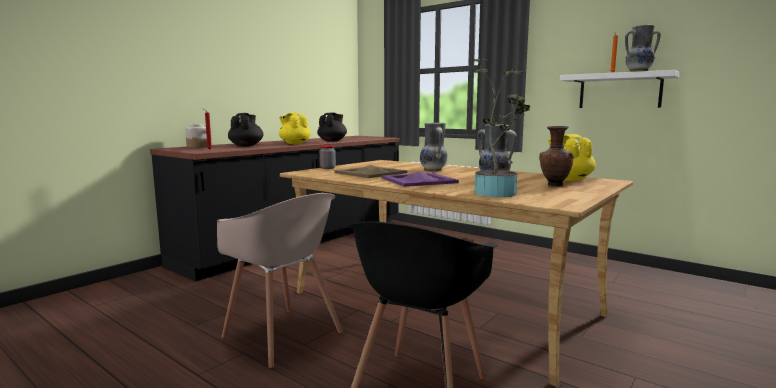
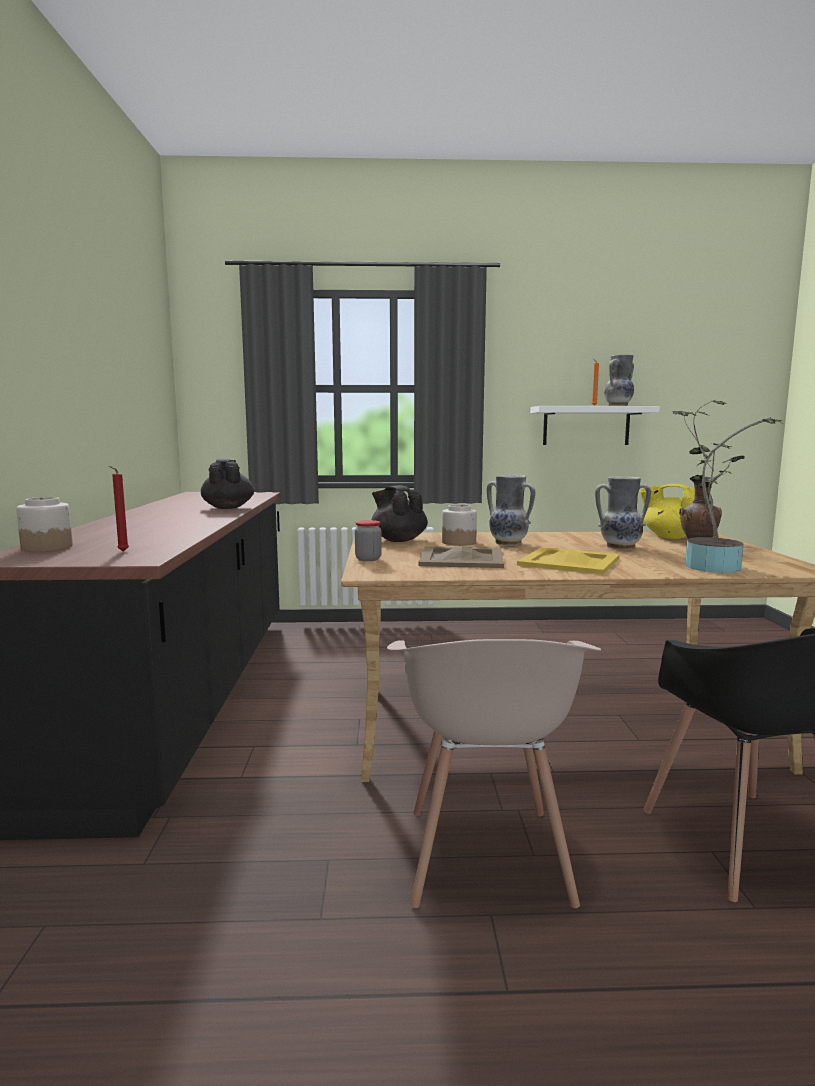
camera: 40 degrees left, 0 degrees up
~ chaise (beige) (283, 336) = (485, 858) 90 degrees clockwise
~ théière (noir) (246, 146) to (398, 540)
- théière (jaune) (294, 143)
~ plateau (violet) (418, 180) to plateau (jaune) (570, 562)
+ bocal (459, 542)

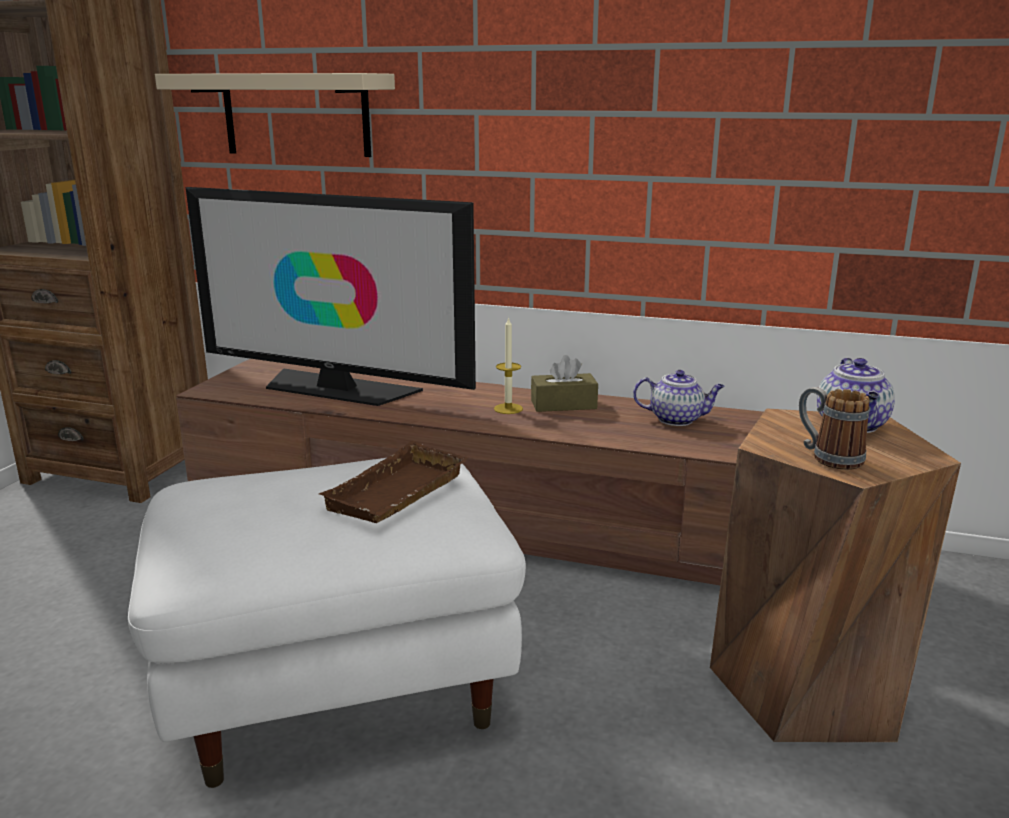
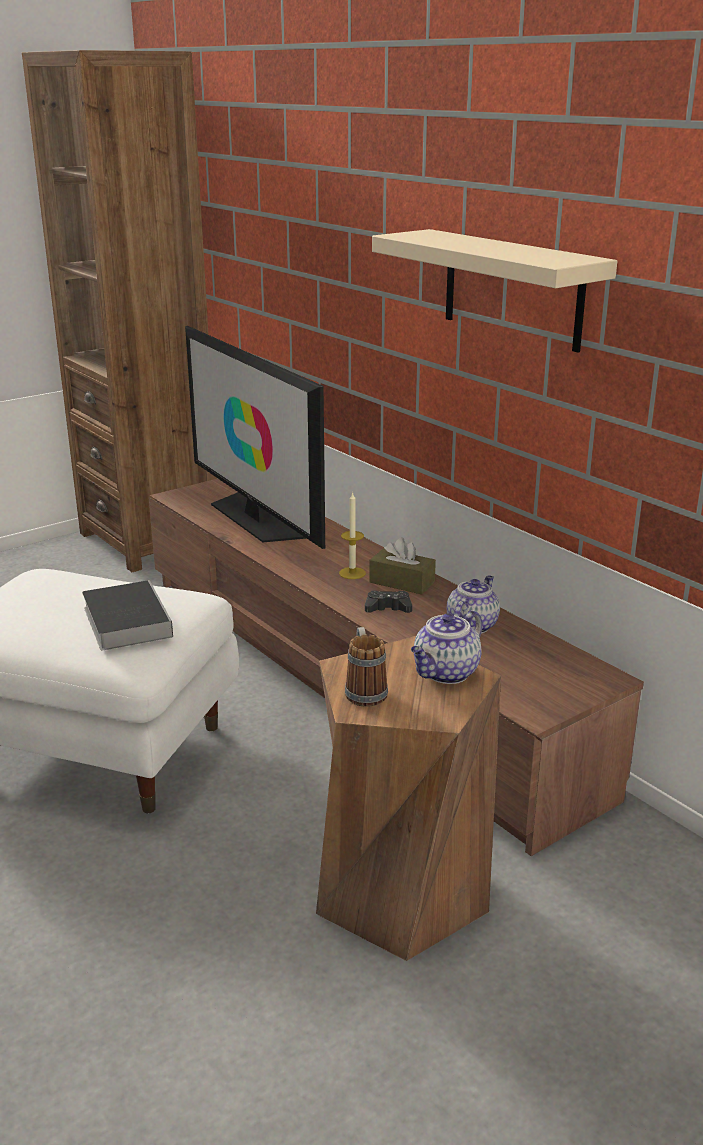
camera: 35 degrees right, 5 degrees up
~ étagère (beige) (296, 115) to (512, 289)
~ plateau (marron) (399, 495) to livre (125, 620)
~ théière (677, 419) = (472, 625) 105 degrees counterclockwise
+ manette (noir) (388, 608)

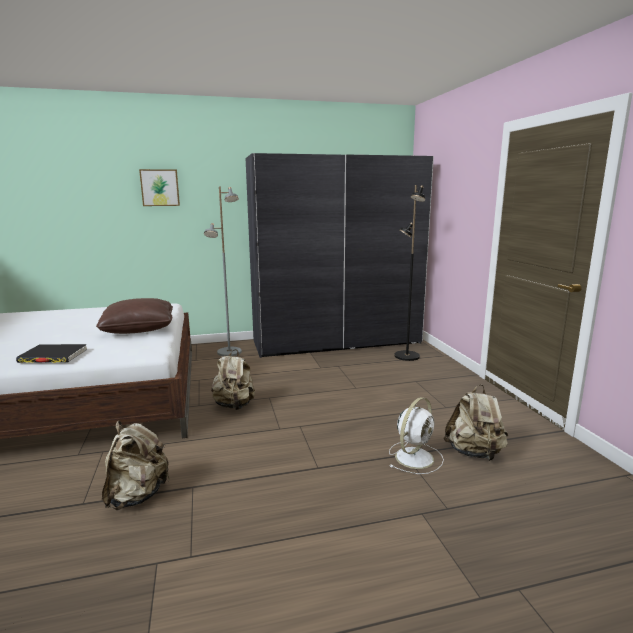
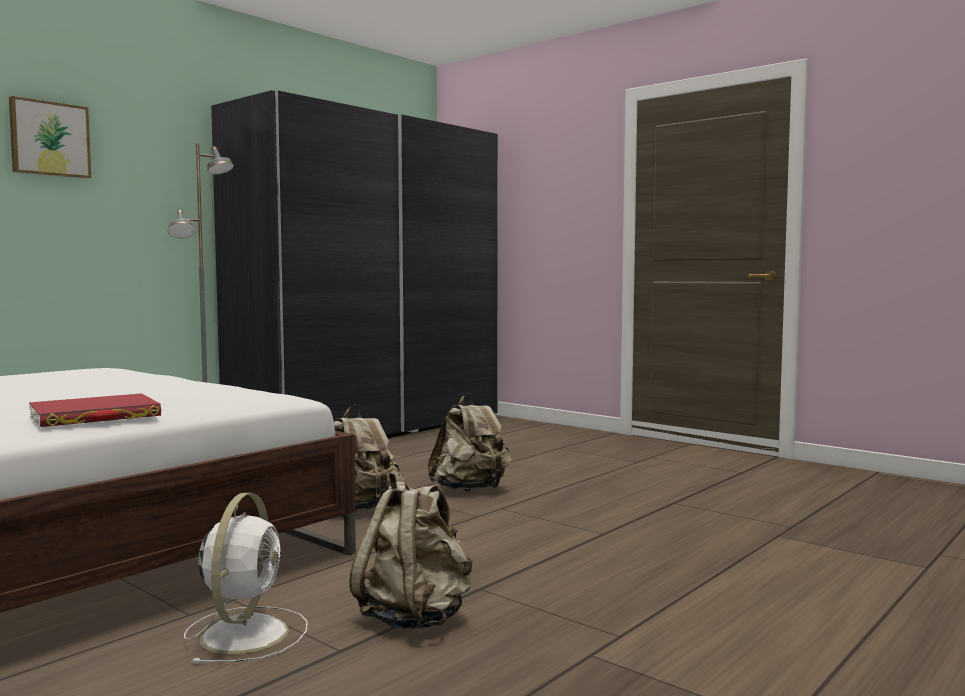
camera: 35 degrees left, 10 degrees down
~ livre (noir) (53, 356) to livre (rouge) (95, 417)
- coussin (marron) (139, 329)
~ ventilateur (blanc) (415, 457) to (246, 633)
- lampadaire (noir) (406, 356)
~ sac à dos (beige) (474, 453) to (470, 489)

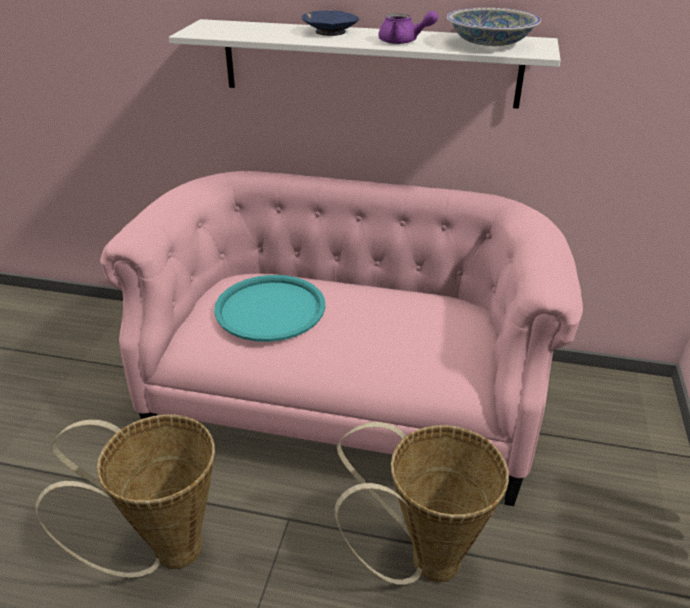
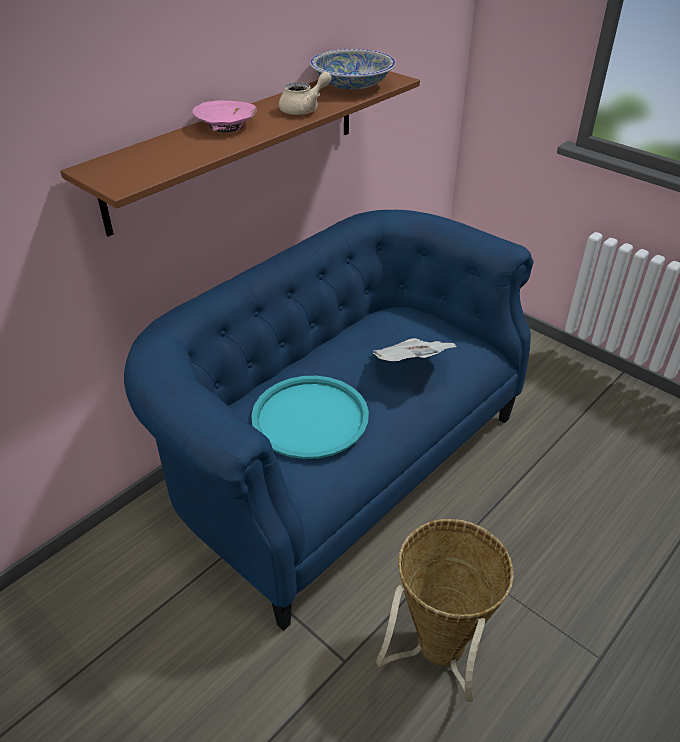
camera: 60 degrees left, 5 degrees up
~ canapé (rose) (344, 402) to canapé (bleu) (341, 461)
~ étagère (blanc) (369, 63) to étagère (marron) (238, 144)
~ bol (bleu) (330, 32) to bol (rose) (226, 126)
- panier (423, 561)
~ théière (violet) (403, 42) to théière (beige) (304, 109)
+ journal (411, 366)

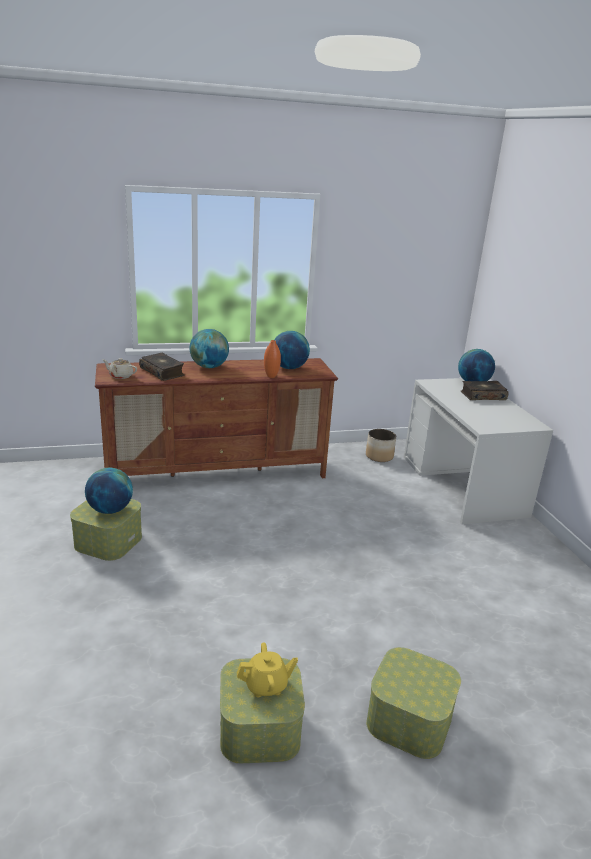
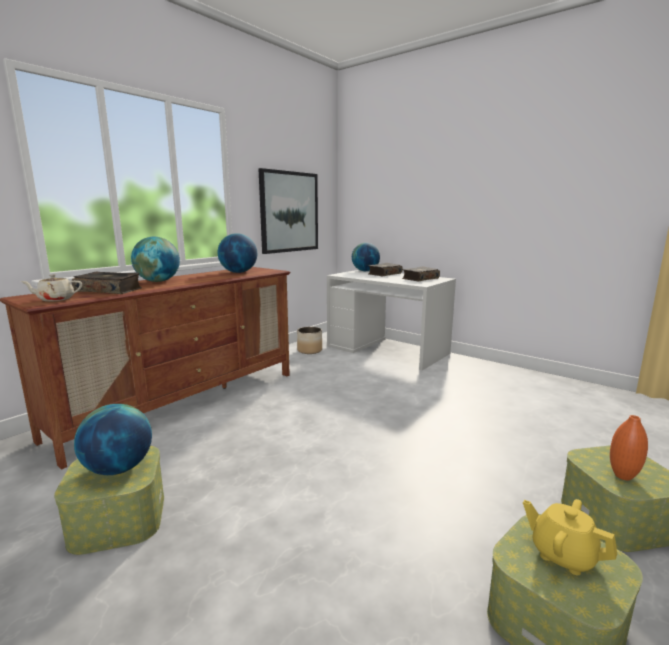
camera: 35 degrees left, 10 degrees down
~ théière (jaune) (266, 685) = (562, 555) 90 degrees counterclockwise
~ vase (orange) (271, 376) to (623, 476)
+ tableau (289, 212)
+ livre (420, 279)

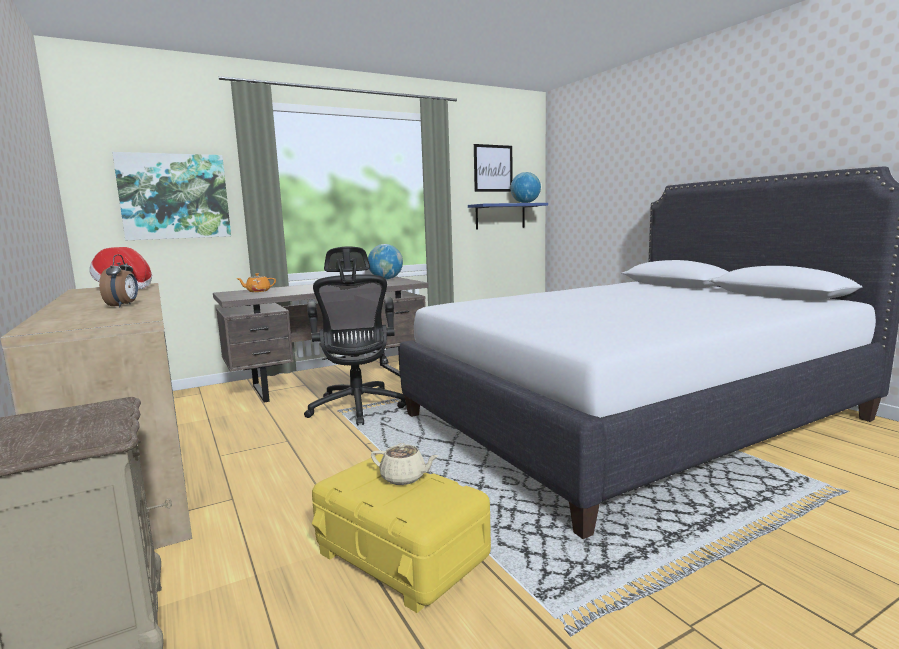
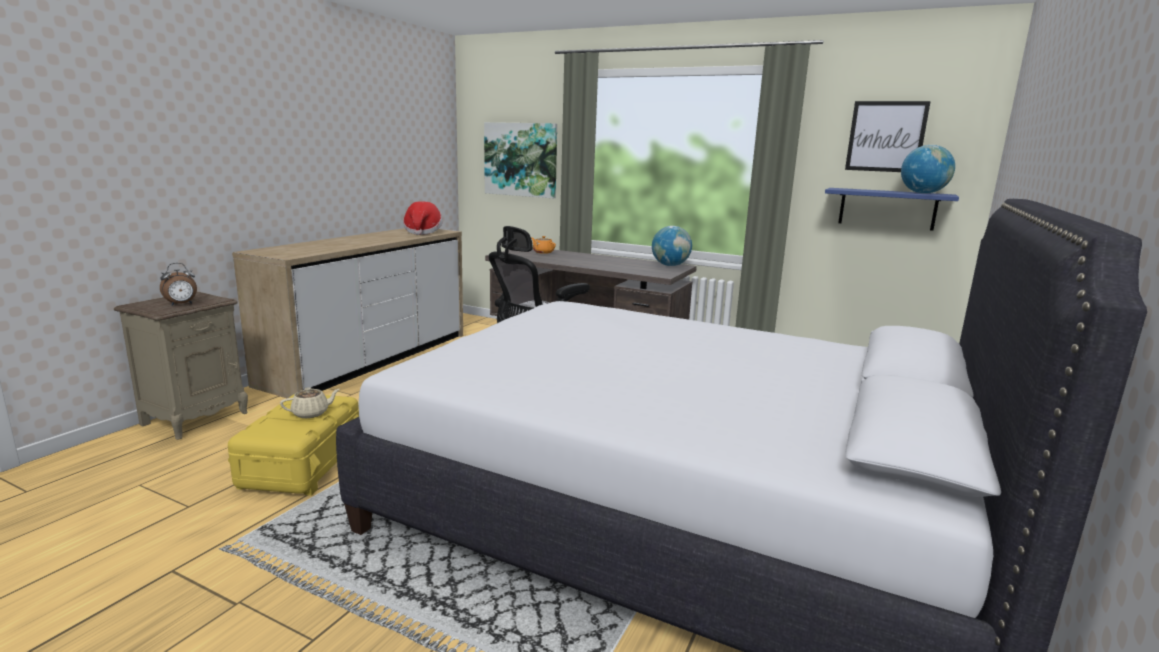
camera: 55 degrees right, 5 degrees up
~ réveil (123, 305) to (181, 304)
~ théière (beige) (404, 478) = (311, 413) 105 degrees counterclockwise

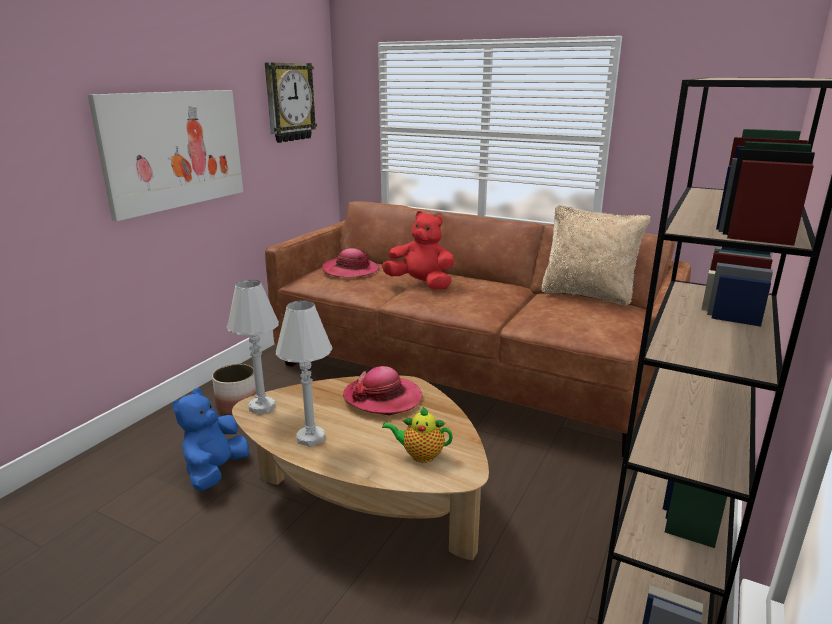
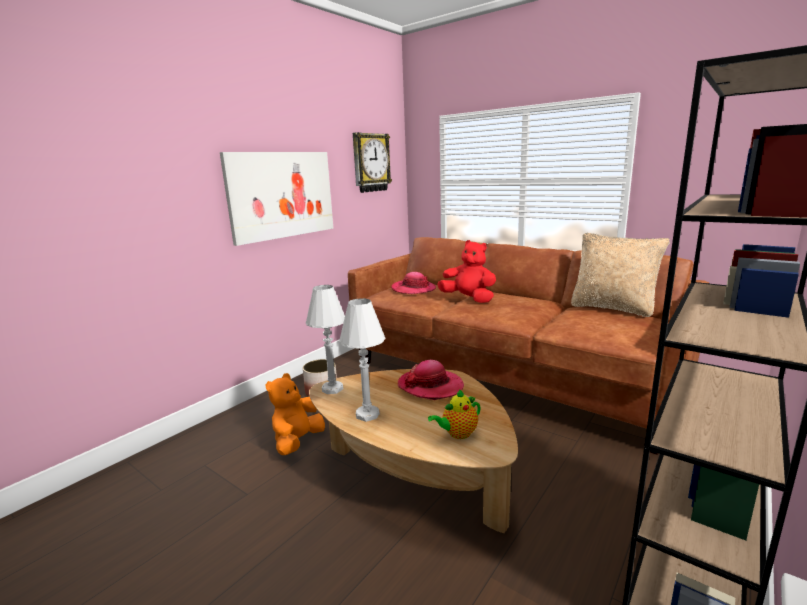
camera: 10 degrees right, 5 degrees down
~ peluche (bleu) (215, 472) to peluche (orange) (297, 441)
~ théière (420, 455) = (457, 434) 45 degrees counterclockwise

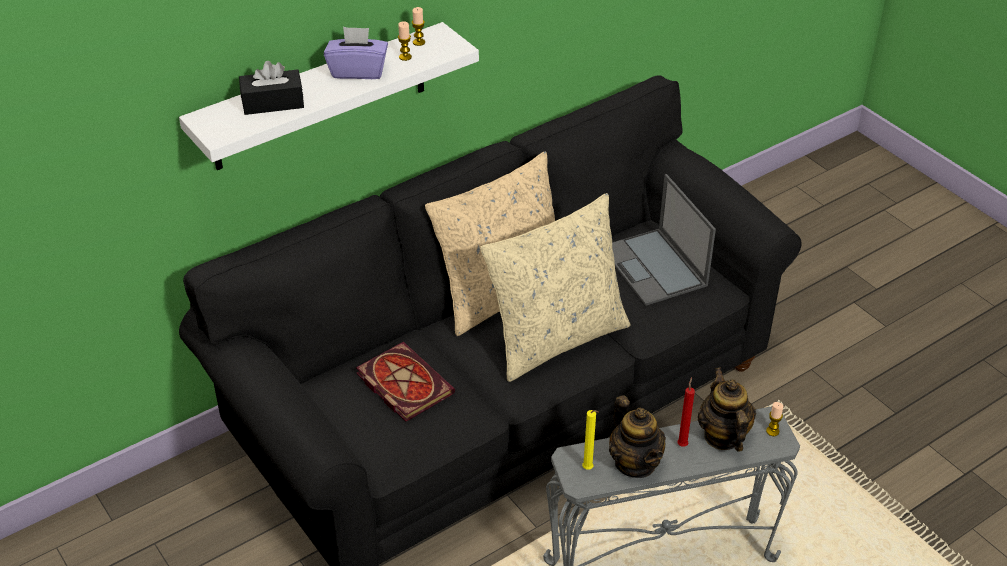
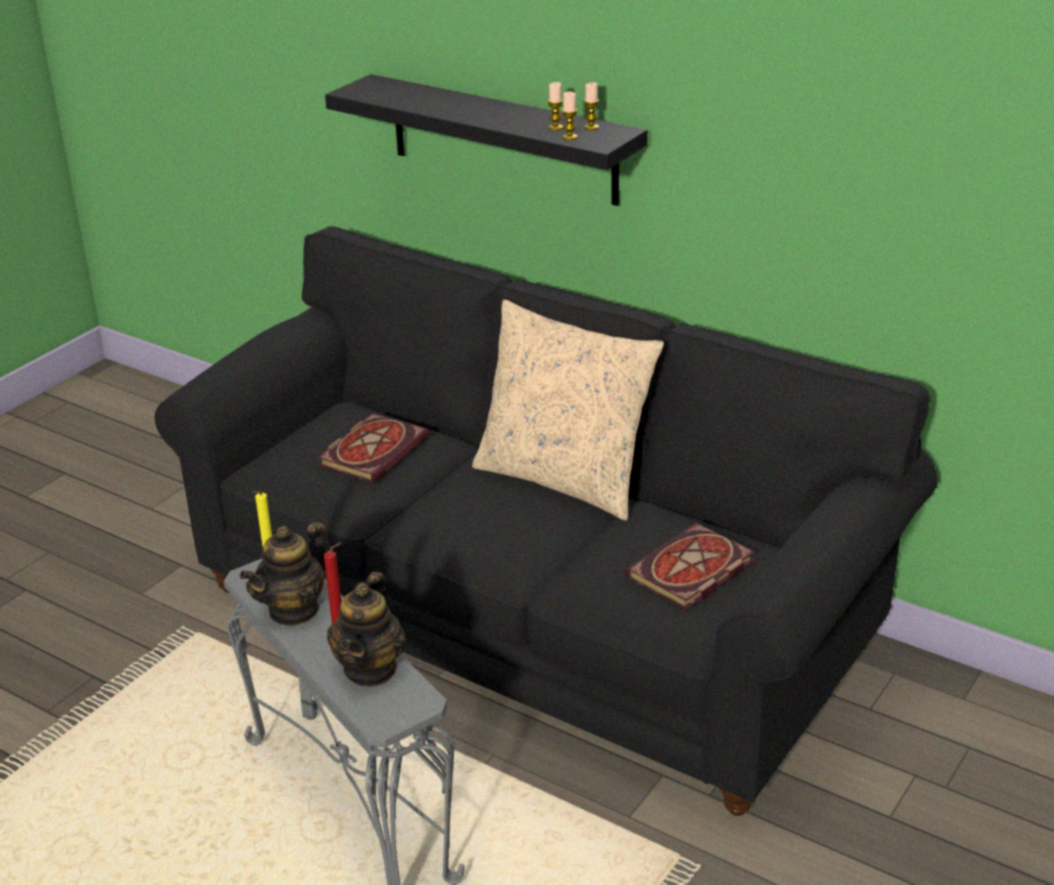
camera: 70 degrees right, 10 degrees down
~ étagère (blanc) (320, 97) to étagère (noir) (503, 139)
- boîte à mouchoirs (noir) (273, 102)
- boîte à mouchoirs (violet) (358, 71)
- coussin (beige) (555, 338)
~ ordinateur portable (654, 267) to livre (690, 572)
~ théière (723, 436) = (371, 669) 135 degrees clockwise
~ bougie (772, 431) to (569, 137)

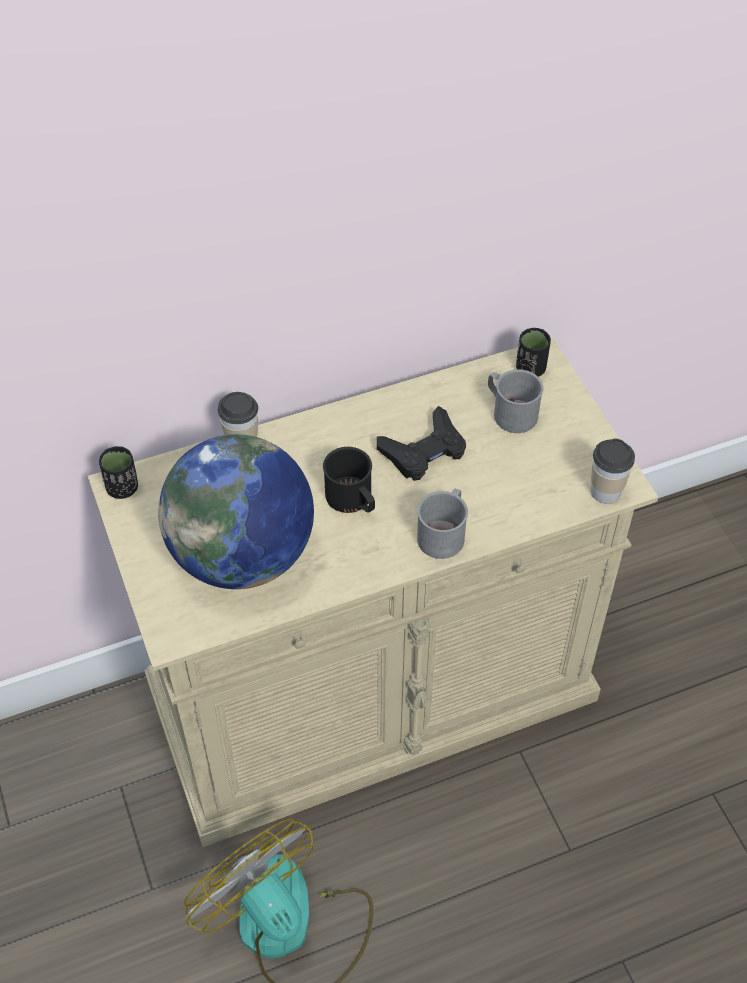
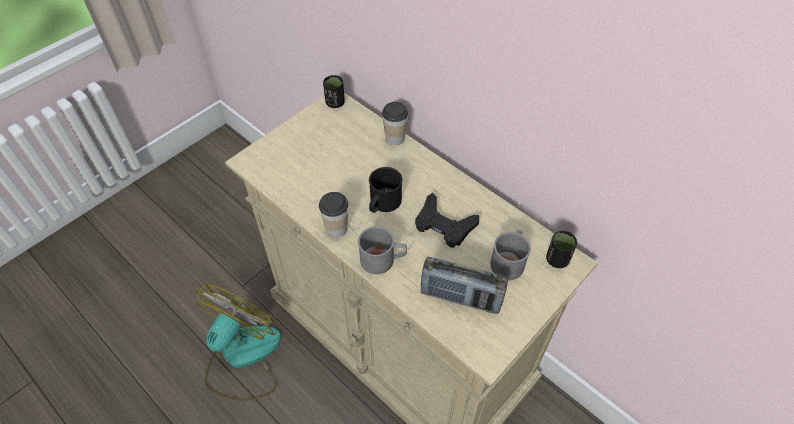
camera: 65 degrees right, 0 degrees up
- globe (242, 555)
~ tasse (605, 491) to (336, 228)
+ radio (460, 298)

